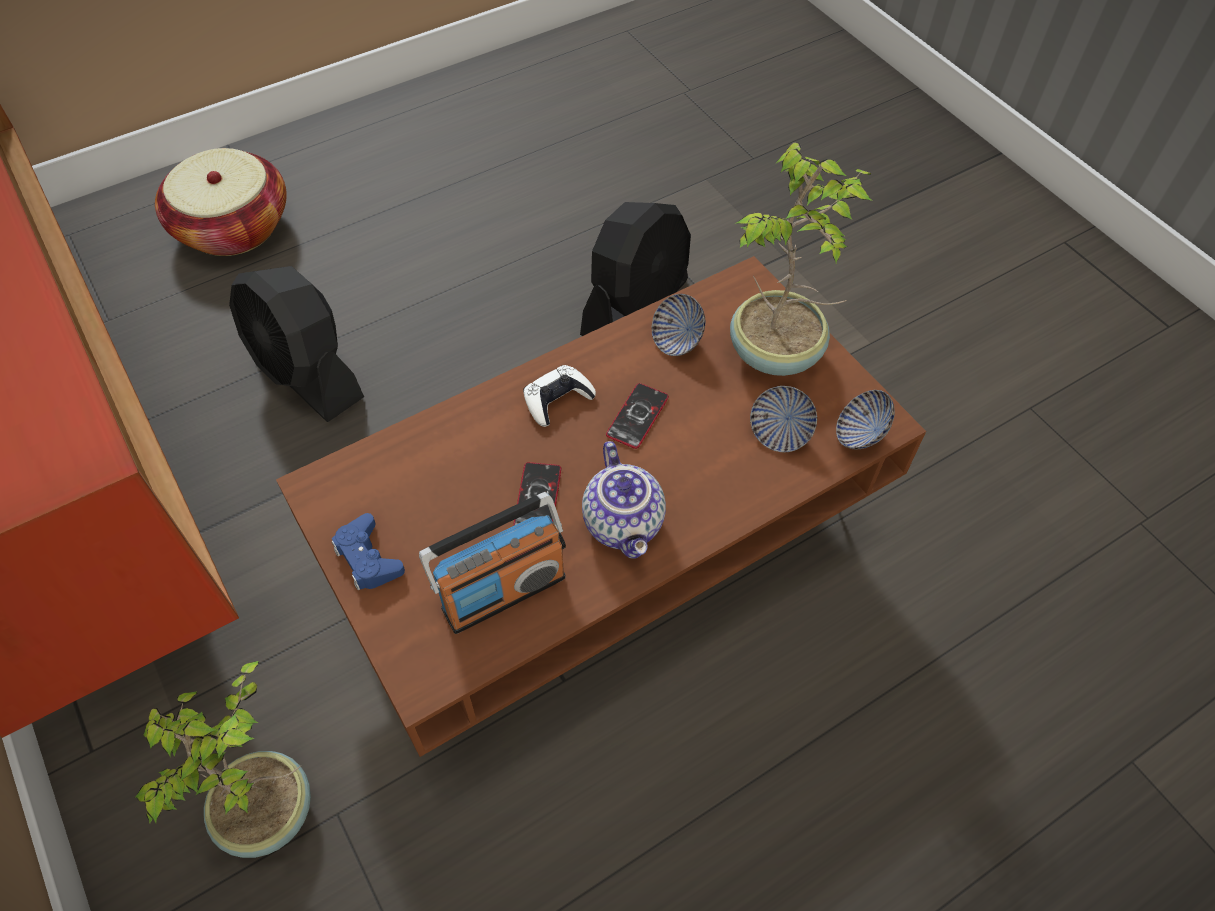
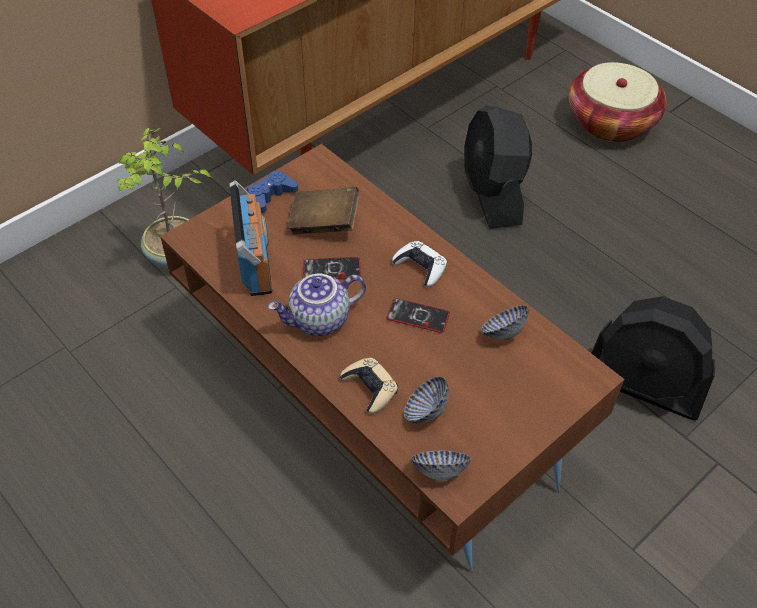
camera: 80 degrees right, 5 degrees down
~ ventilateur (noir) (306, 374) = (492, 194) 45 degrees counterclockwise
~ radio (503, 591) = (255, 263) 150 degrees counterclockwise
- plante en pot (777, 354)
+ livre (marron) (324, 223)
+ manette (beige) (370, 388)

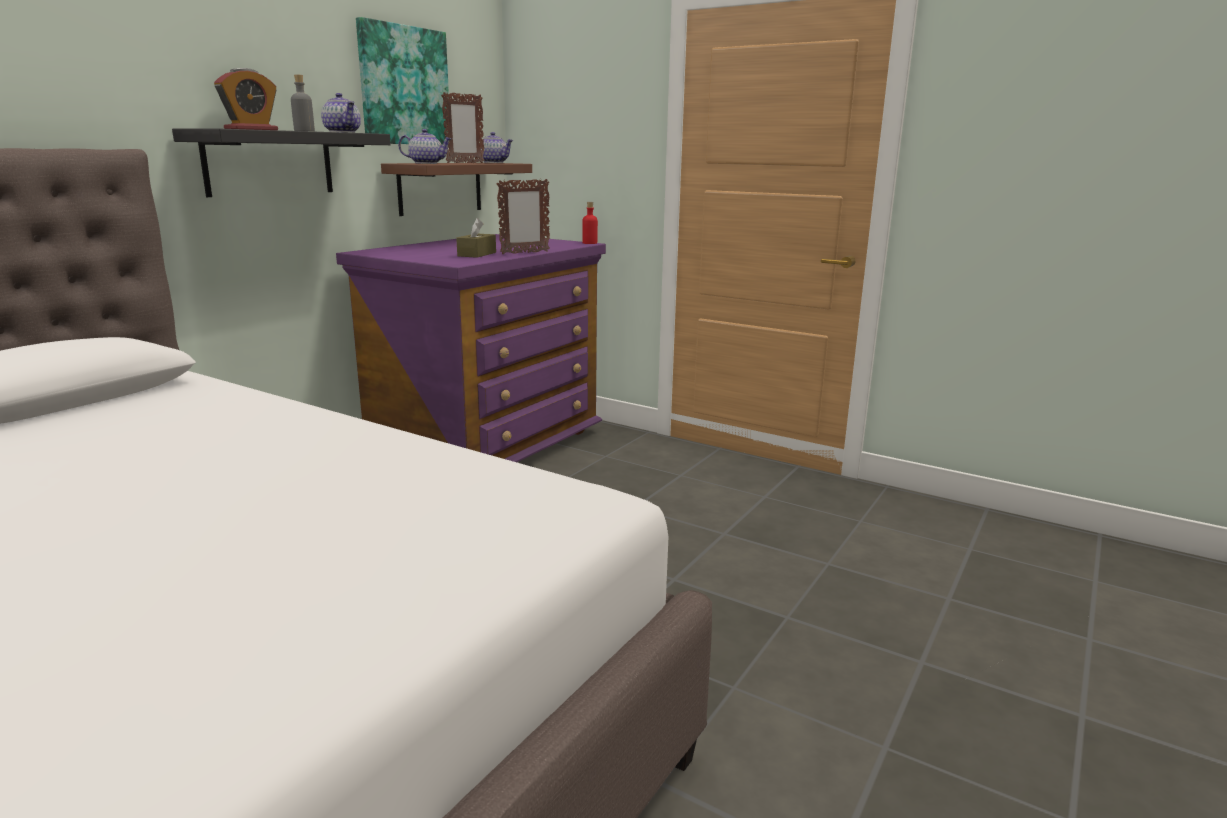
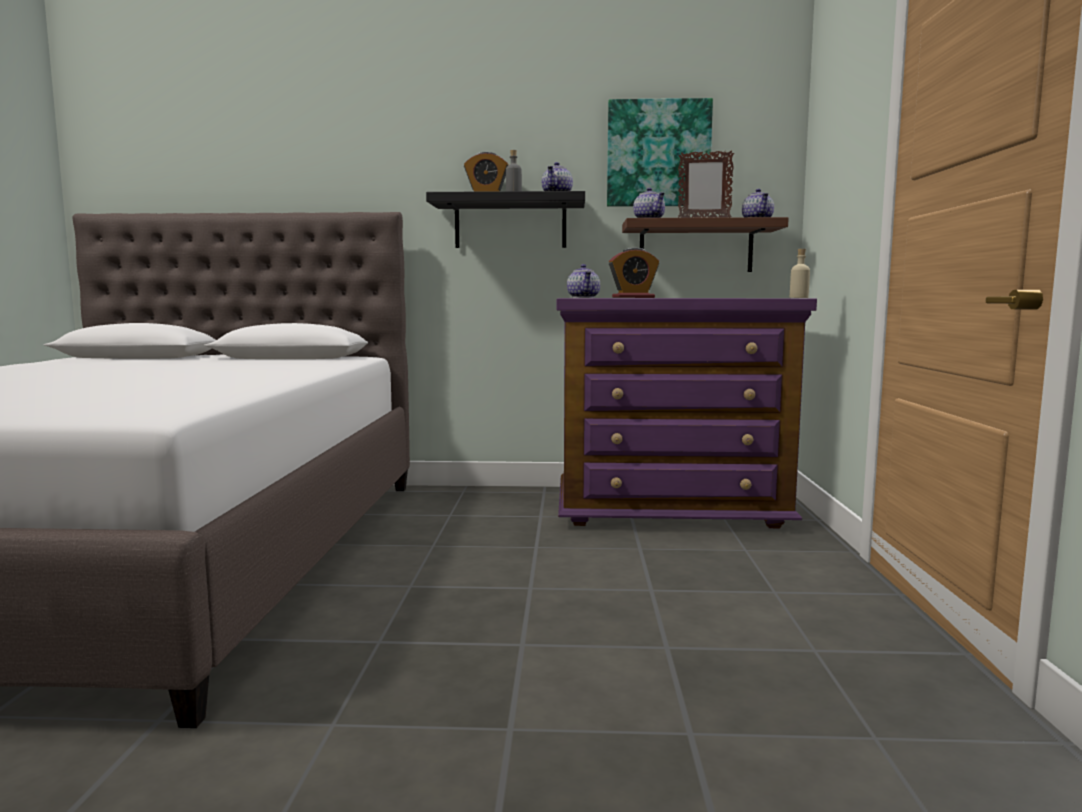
camera: 60 degrees right, 10 degrees down
~ boîte à mouchoirs (marron) (477, 254) to réveil (633, 297)
- cadre photo (524, 253)
~ bouteille (rouge) (589, 243) to bouteille (beige) (799, 297)
+ théière (584, 297)

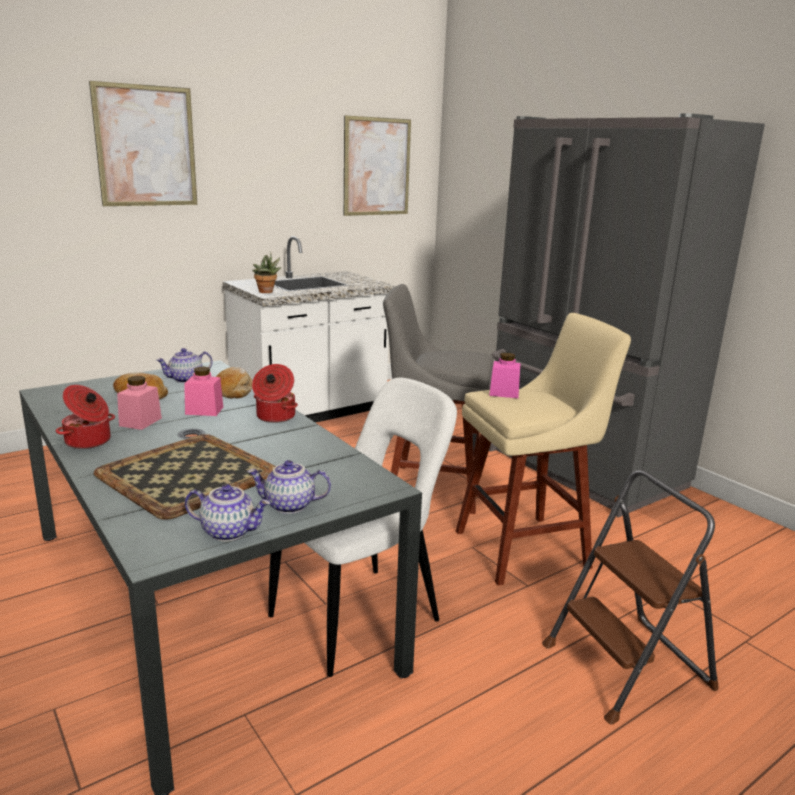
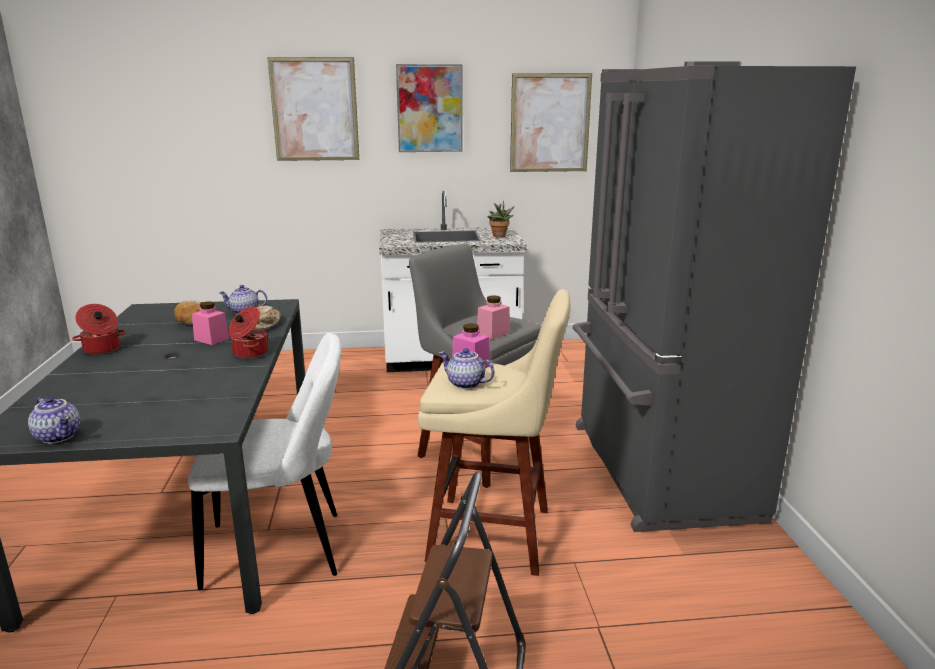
camera: 30 degrees right, 0 degrees up
- plateau (186, 474)
~ bocal (rose) (140, 422) to (493, 333)
~ théière (289, 506) to (465, 384)
~ plante en pot (267, 292) to (499, 236)
+ tableau (429, 108)

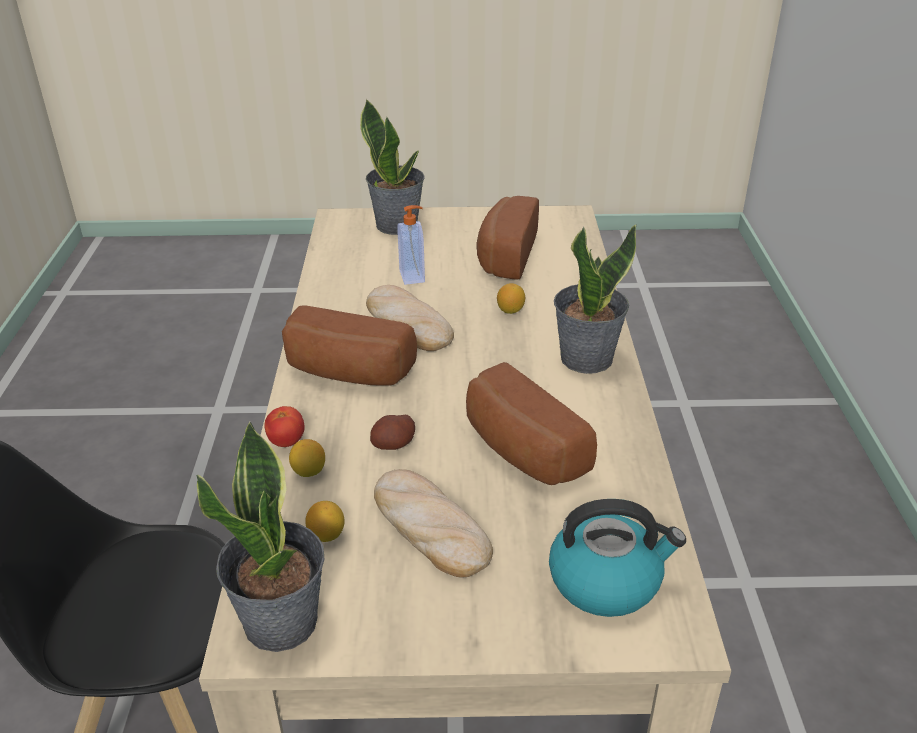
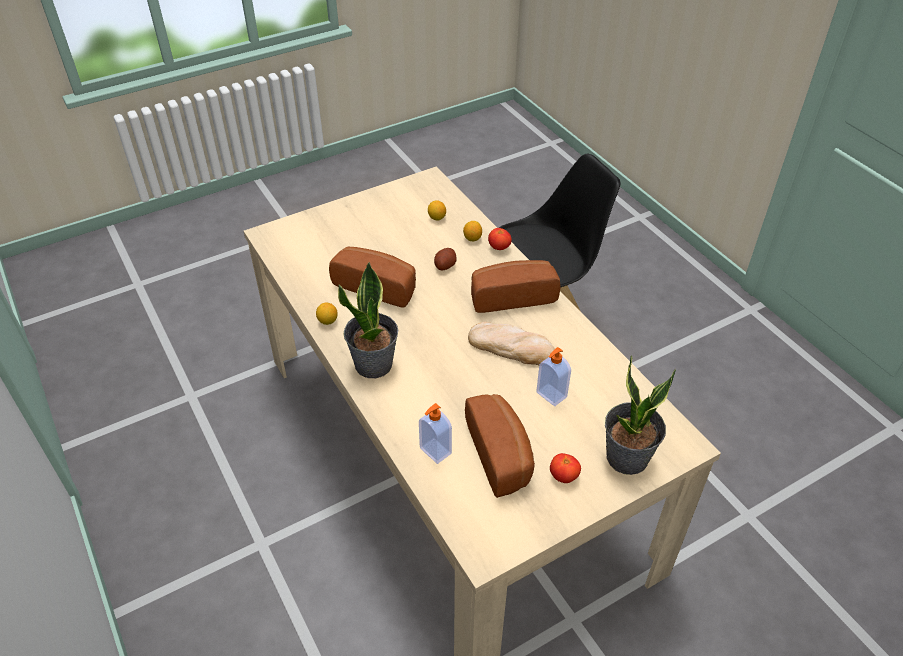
camera: 150 degrees right, 10 degrees up
- plante en pot (282, 622)
- pain (428, 527)
~ citron (510, 310) to (328, 321)
- bouilloire (606, 580)
+ distributeur de savon (434, 451)
+ tomate (563, 476)

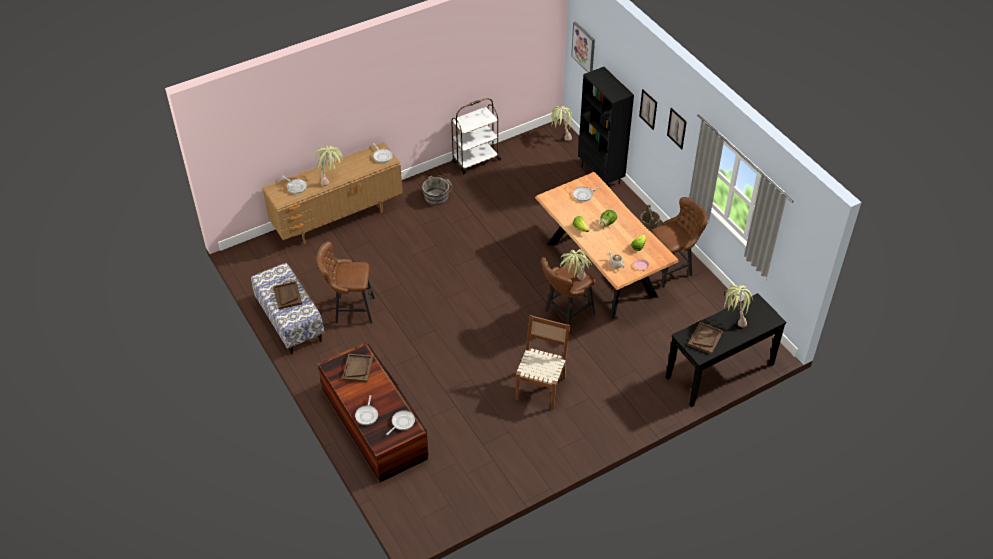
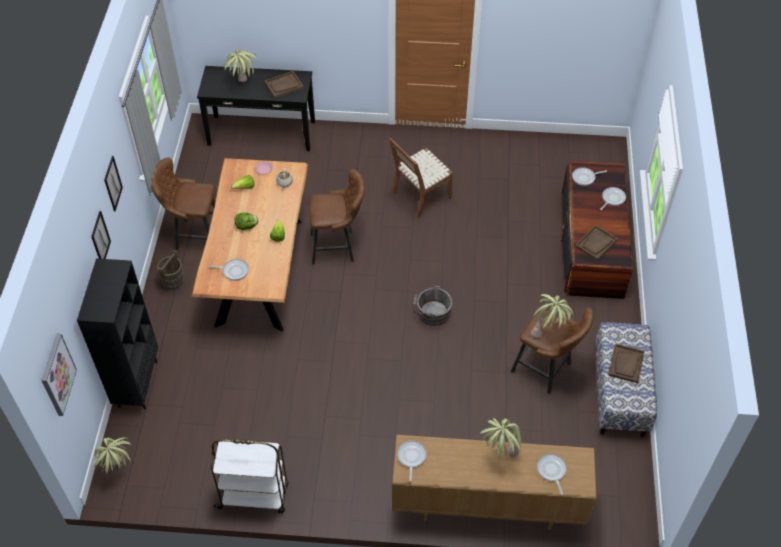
camera: 145 degrees left, 5 degrees up
~ seau (gris) (437, 196) to (431, 313)
~ plante en pot (574, 282) to (548, 333)

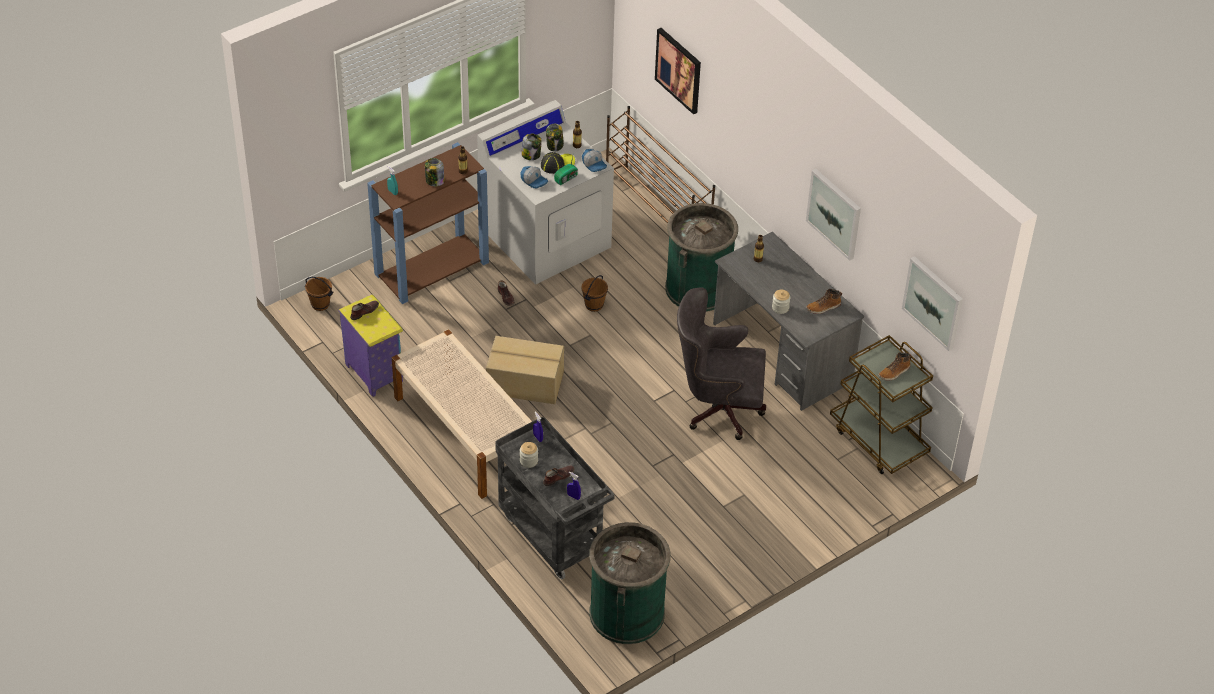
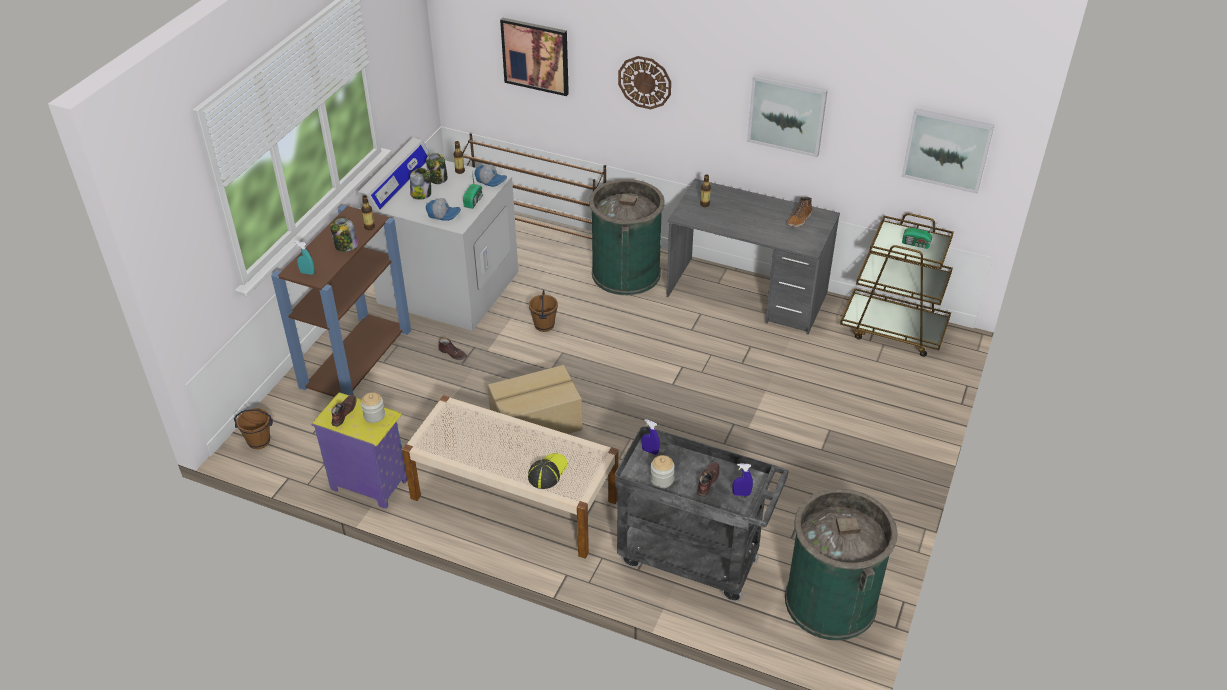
camera: 30 degrees left, 5 degrees down
~ casquette (557, 164) to (547, 472)
- chaise de bureau (gris) (718, 410)
~ bocal (780, 308) to (374, 415)
~ botte (894, 372) to radio (916, 244)
+ horloge murale (645, 82)

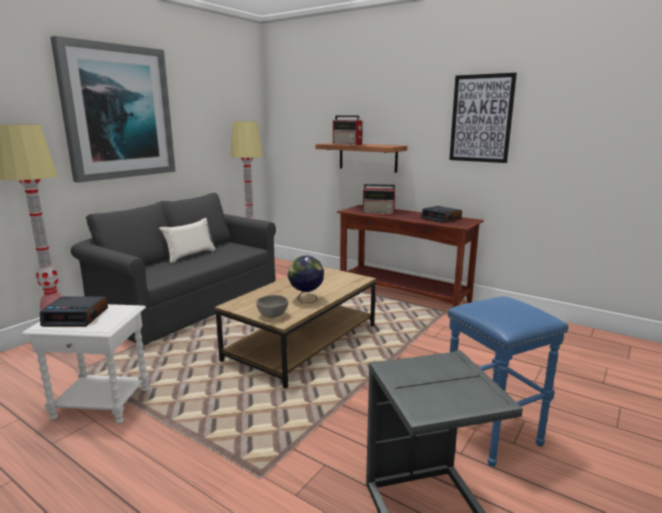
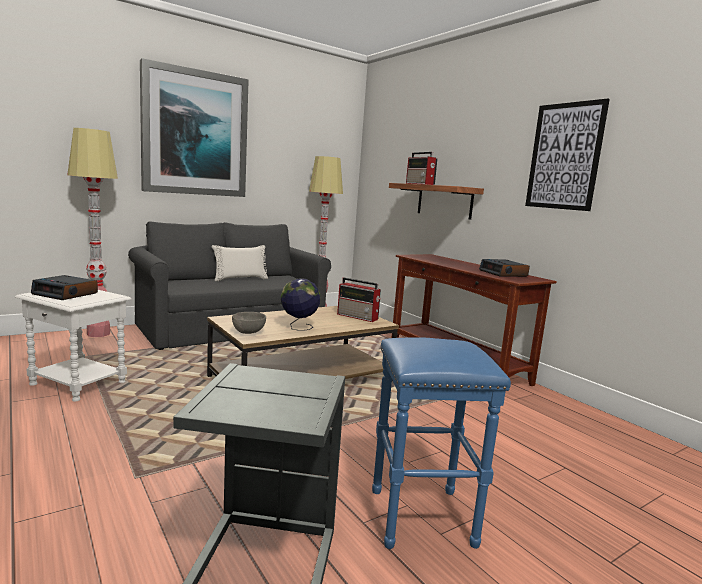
camera: 20 degrees right, 5 degrees down
~ radio (379, 213) to (358, 317)

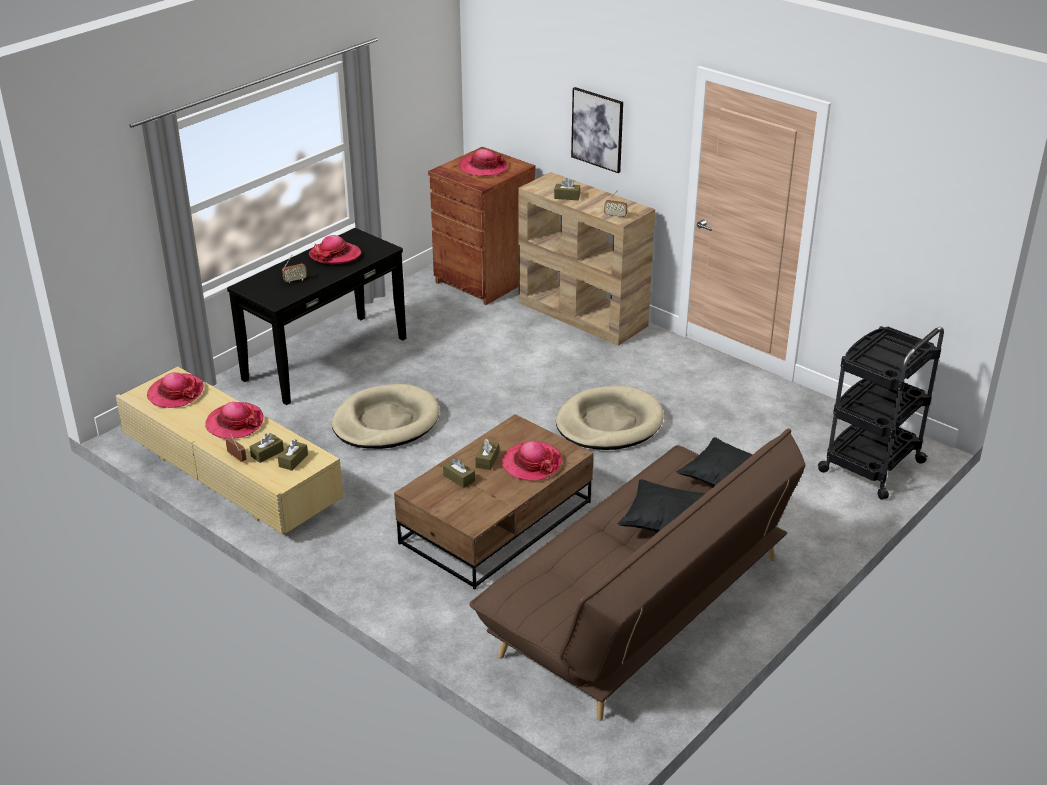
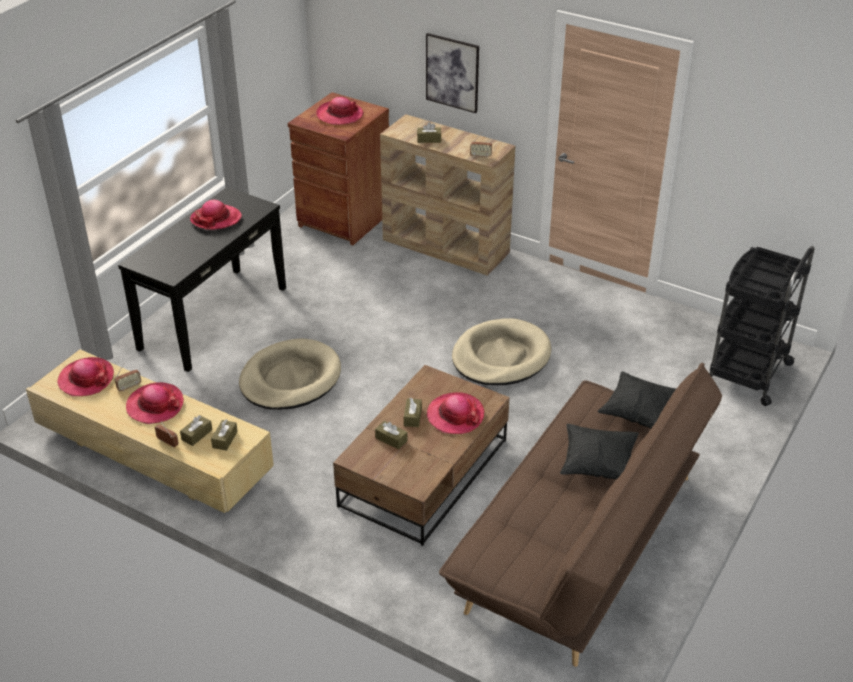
camera: 10 degrees left, 5 degrees up
~ radio (295, 280) to (129, 387)

